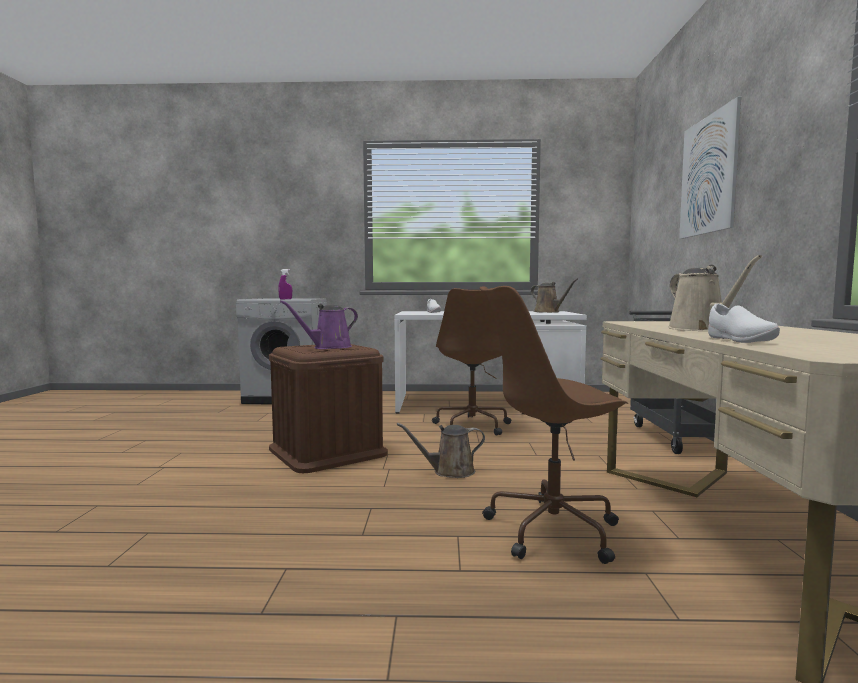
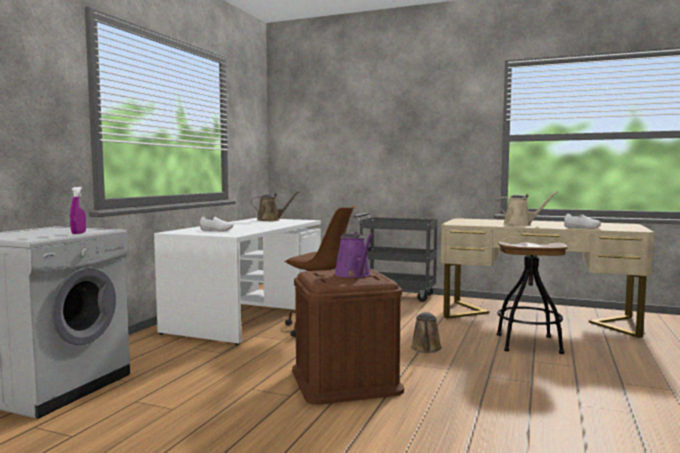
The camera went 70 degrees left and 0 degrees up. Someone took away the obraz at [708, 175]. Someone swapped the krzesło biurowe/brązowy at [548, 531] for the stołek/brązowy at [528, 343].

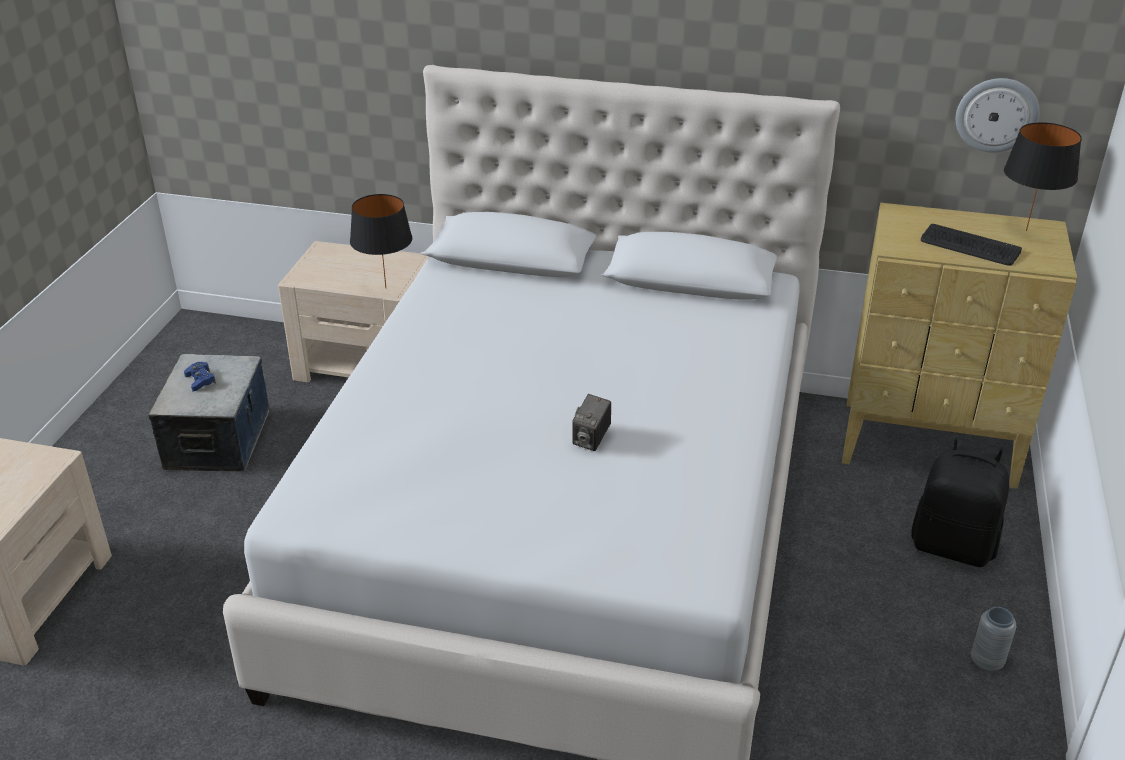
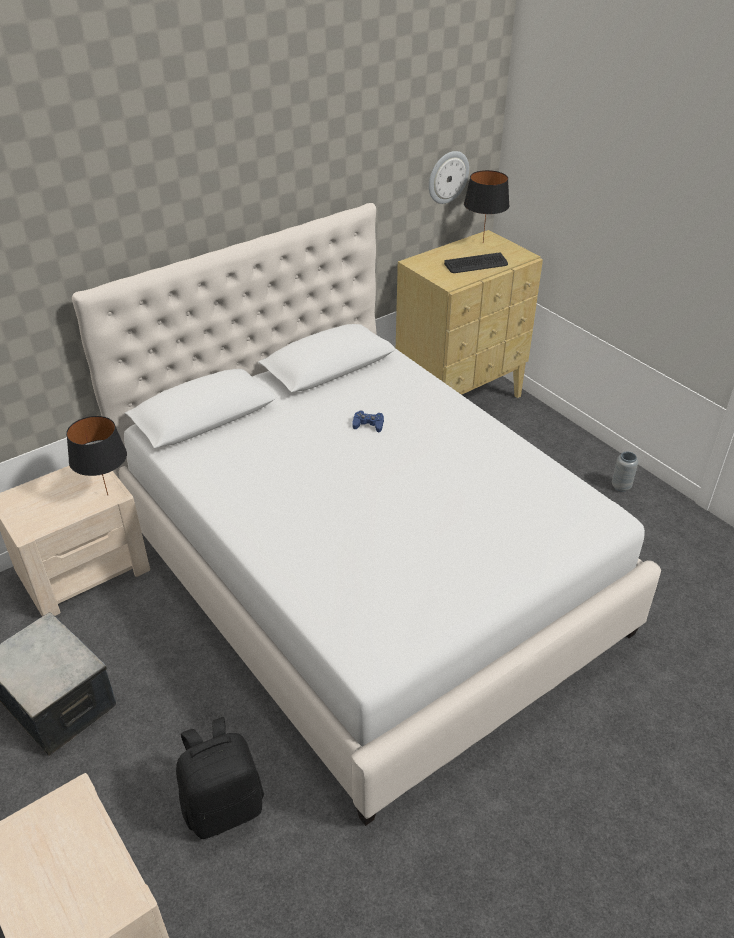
The camera went 50 degrees left and 5 degrees up. Someone took away the aparat fotograficzny at [591, 439]. Someone carried the pad do gier/niebieski from [200, 380] to [368, 424]. Someone carried the plecak/czarny from [953, 546] to [224, 806].

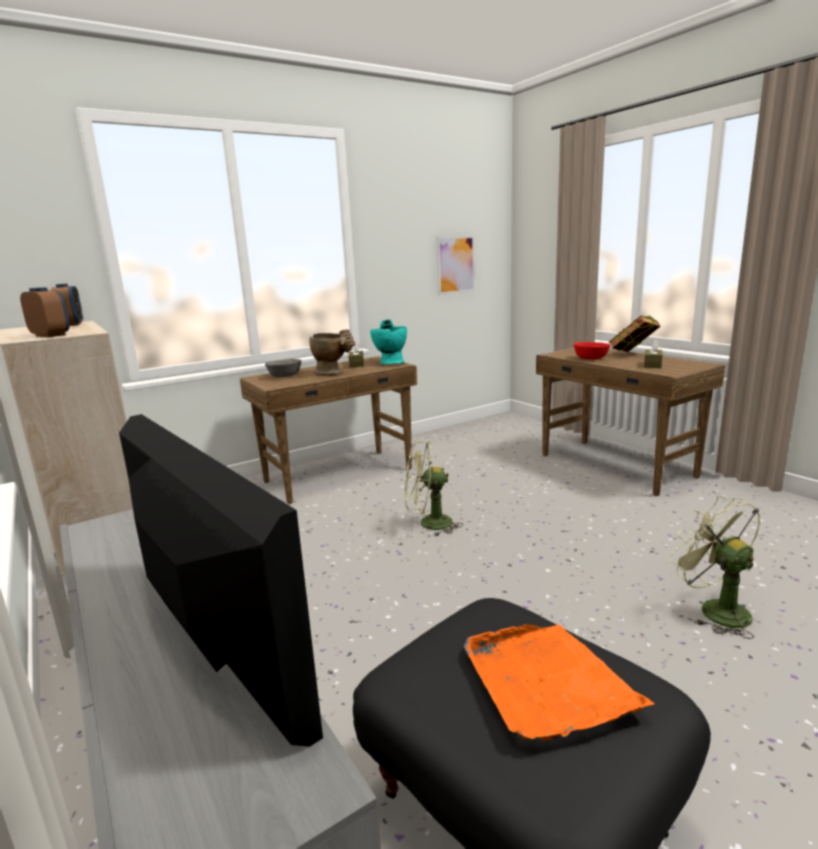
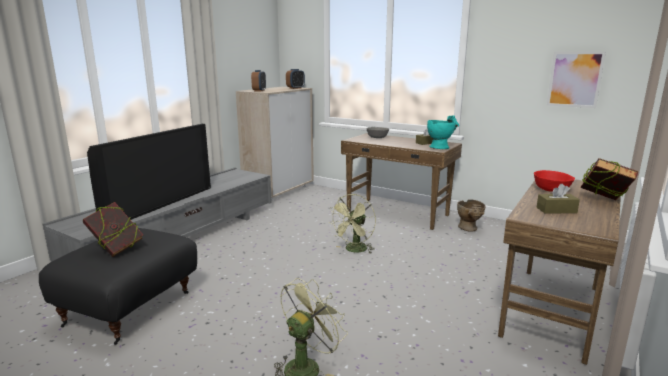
The camera went 65 degrees right and 0 degrees up. Someone carried the wazon/beżowy from [334, 373] to [469, 229]. Someone swapped the taca/pomarańczowy at [547, 683] for the książka at [117, 249]. Someone rotated the wentylator/zielony at [428, 524] by 120 degrees counterclockwise.

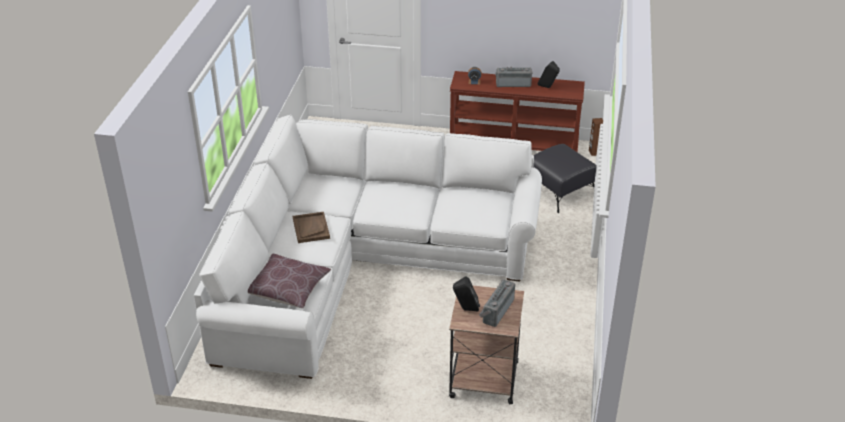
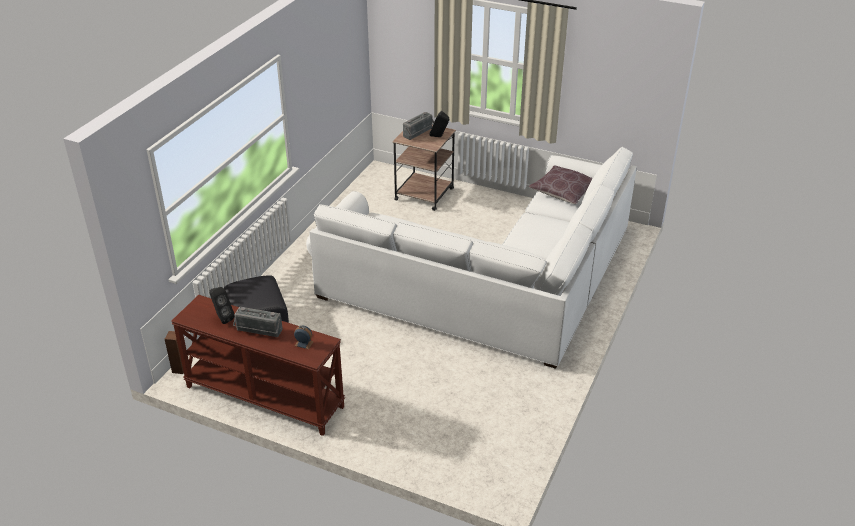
The camera went 165 degrees left and 0 degrees up. Someone took away the taca/brązowy at [311, 228].

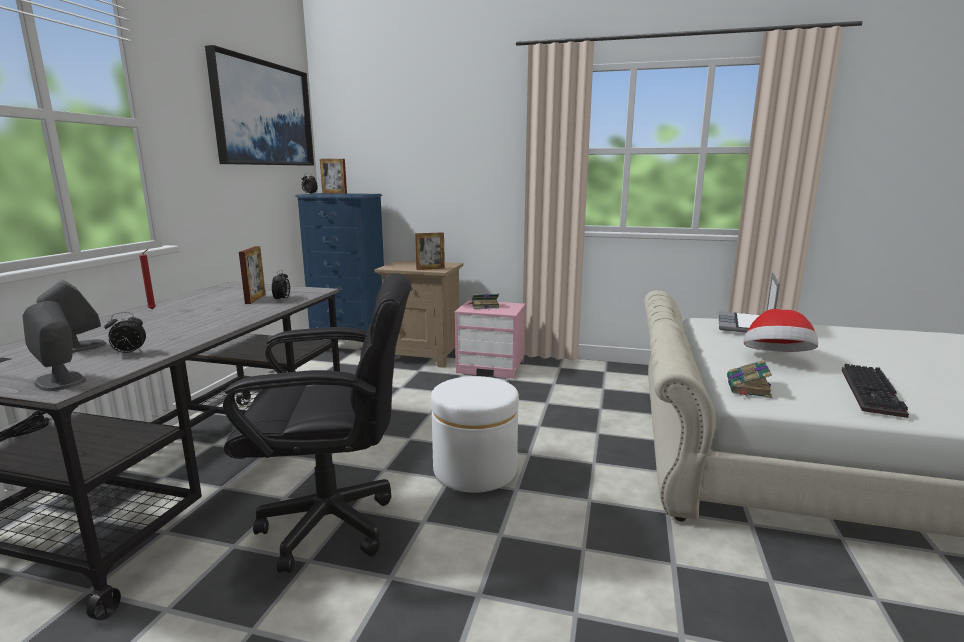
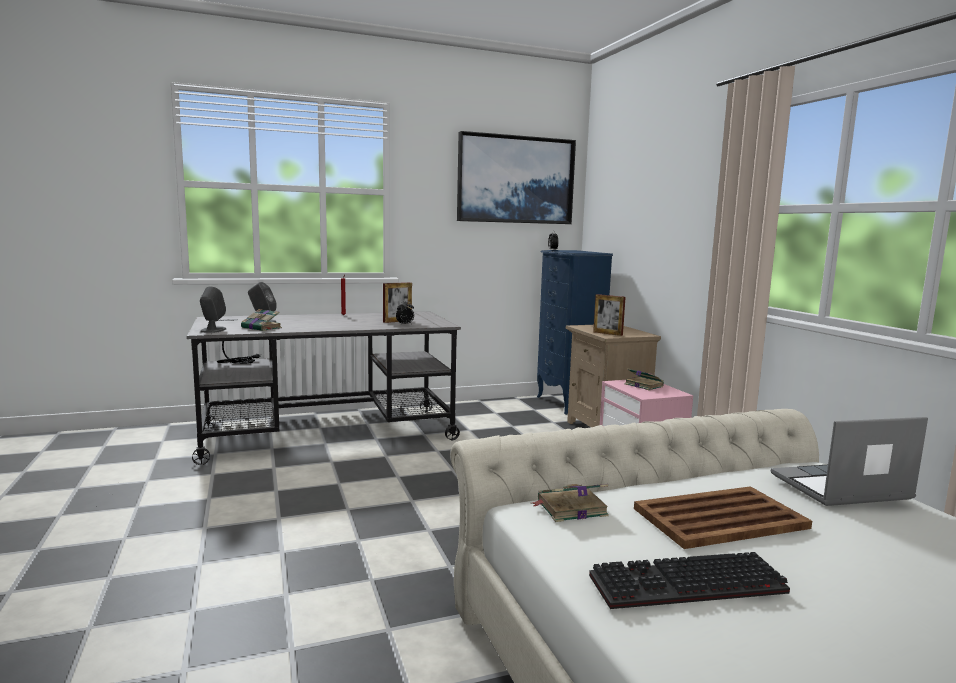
The camera went 55 degrees right and 5 degrees down. Someone took away the krzesło biurowe/czarny at [337, 524]. Someone took away the ramka na zdjęcie at [334, 193]. Someone took away the pufa/biały at [475, 470]. Someone swapped the budzik at [129, 353] for the książka at [262, 328]. Someone swapped the kapelusz at [776, 359] for the taca/brązowy at [721, 518].

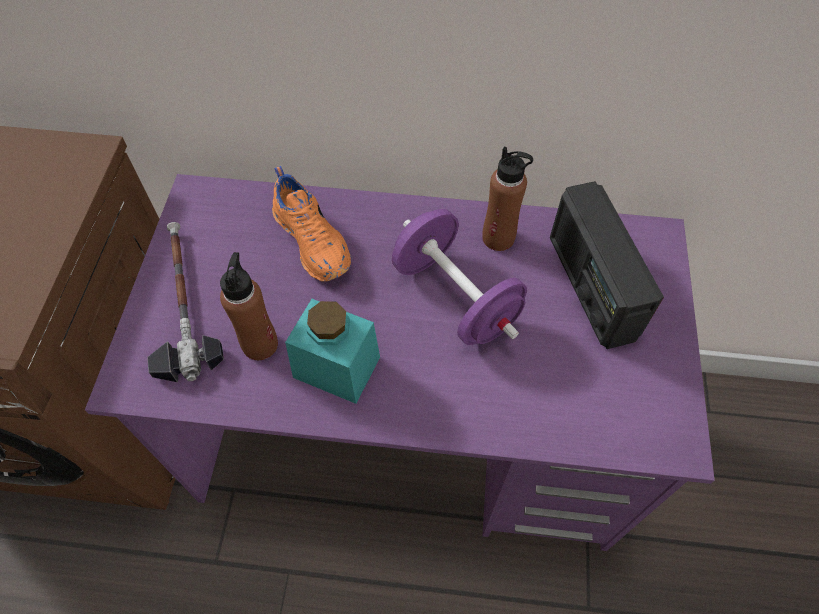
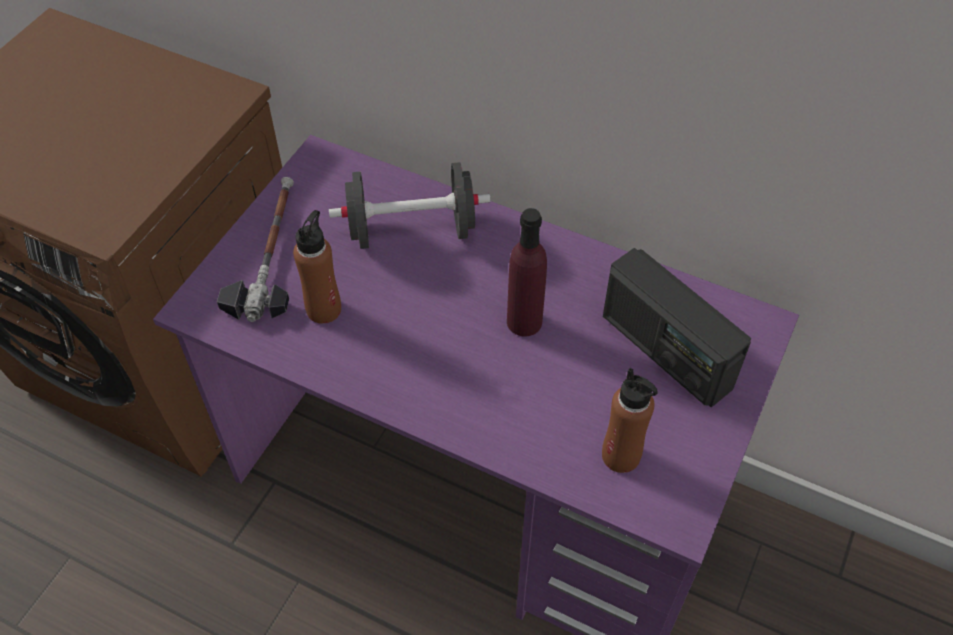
The camera went 20 degrees right and 5 degrees down. Someone took away the słoik/turkusowy at [337, 367]. Someone carried the butelka/brązowy from [498, 238] to [621, 456]. Someone swapped the but/pomarańczowy at [314, 240] for the hantel/czarny at [412, 230]. Someone swapped the hantel/fioletowy at [455, 298] for the butelka/fioletowy at [524, 322]. Someone rotated the radio at [590, 286] by 45 degrees counterclockwise.

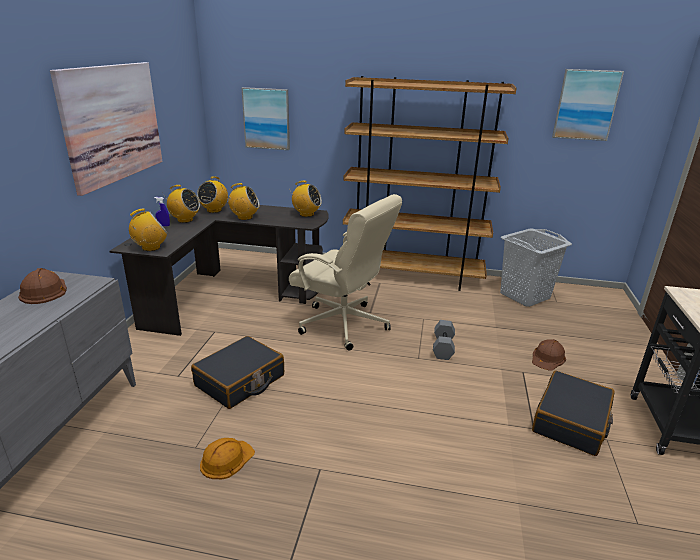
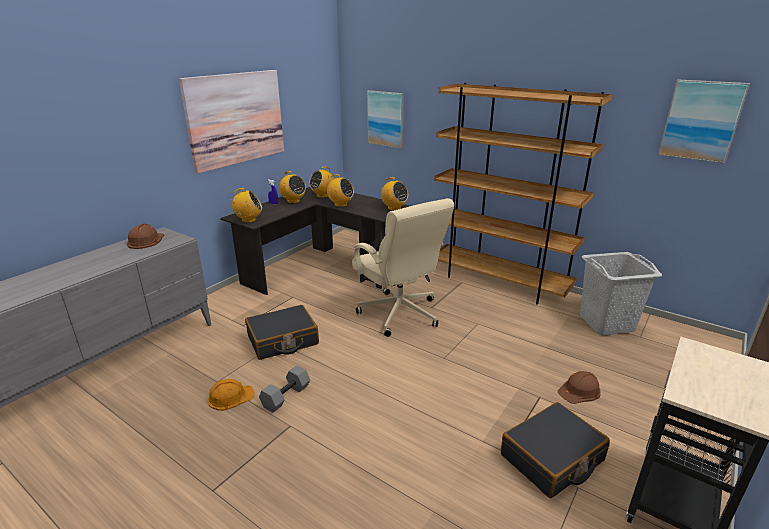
The camera went 25 degrees right and 0 degrees up. Someone carried the hantel/szary from [442, 347] to [286, 396].

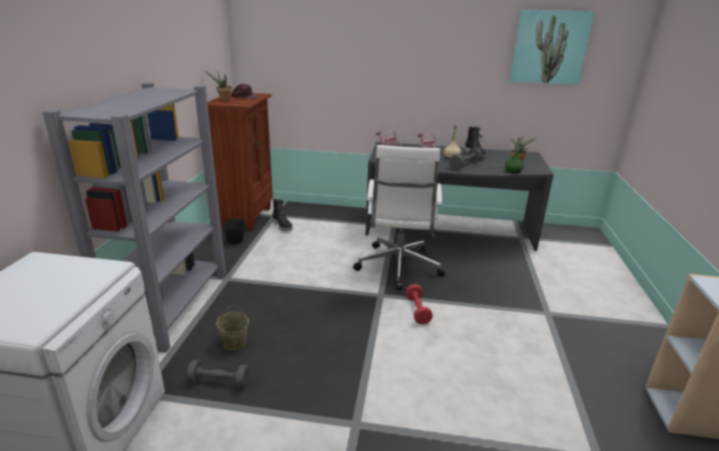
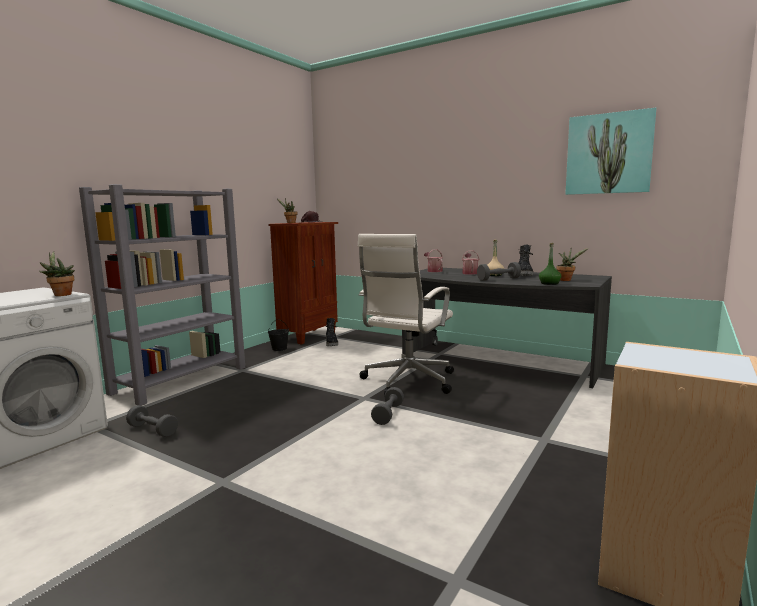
The camera went 25 degrees right and 15 degrees down. Someone took away the wiadro/beżowy at [234, 343]. Someone put down the roślina doniczkowa at [61, 294]. Someone repainted the hantel/czerwony at [417, 310], which became the hantel/szary at [388, 414].

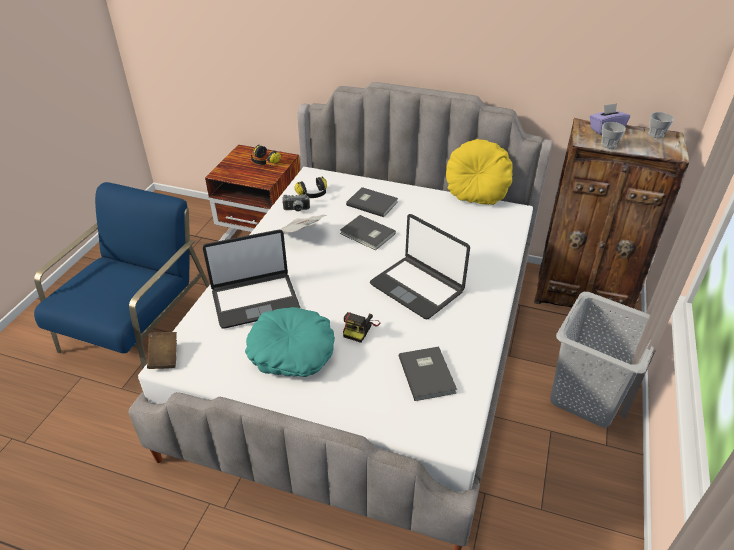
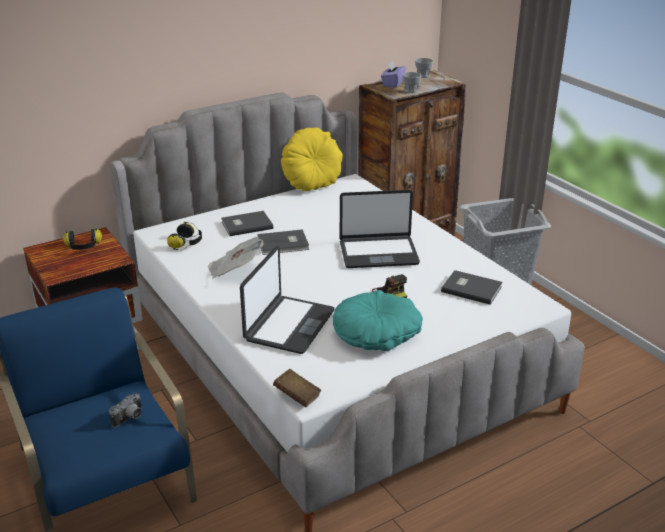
The camera went 50 degrees left and 10 degrees down. Someone carried the aparat fotograficzny from [296, 210] to [130, 419].

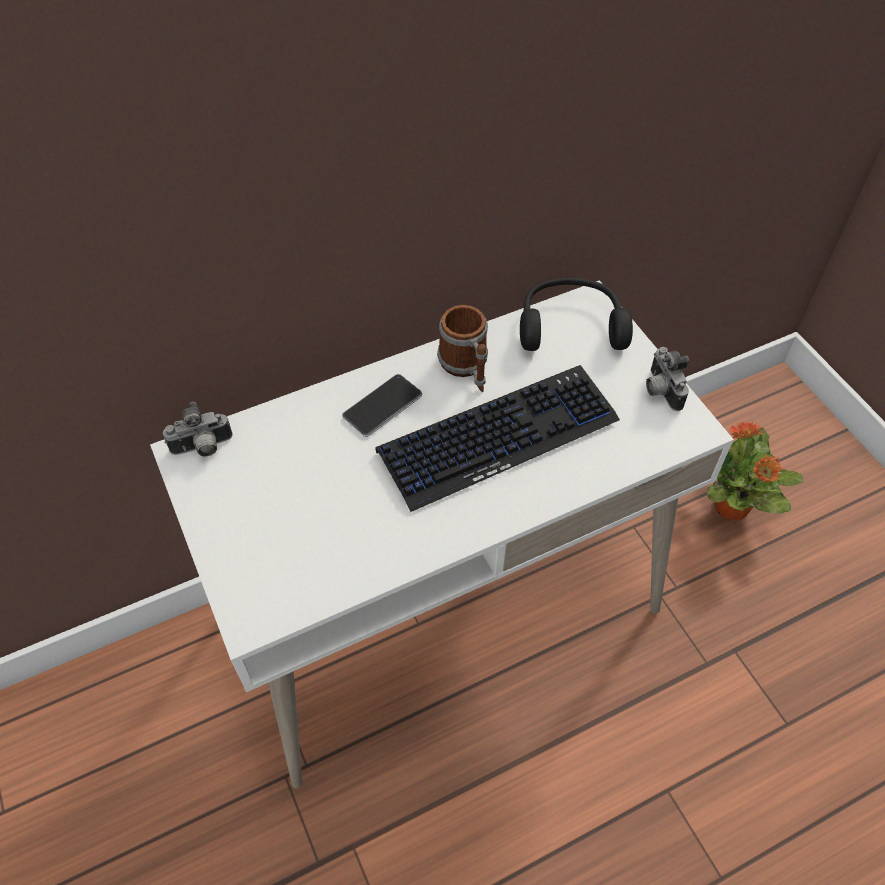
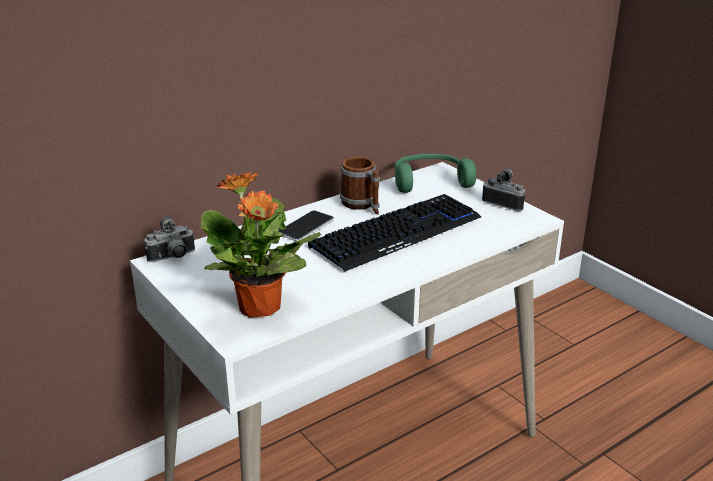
The camera went 10 degrees left and 25 degrees down. Someone carried the roślina doniczkowa from [731, 508] to [260, 308]. Someone repainted the słuchawki/czarny at [570, 325], which became the słuchawki/zielony at [430, 181]. Someone rotated the aparat fotograficzny at [660, 390] by 150 degrees clockwise.

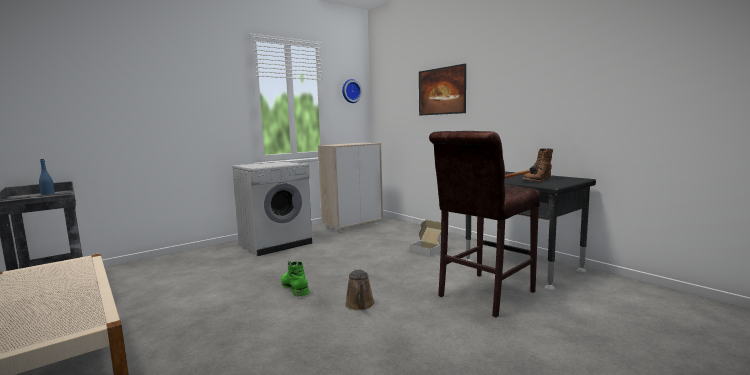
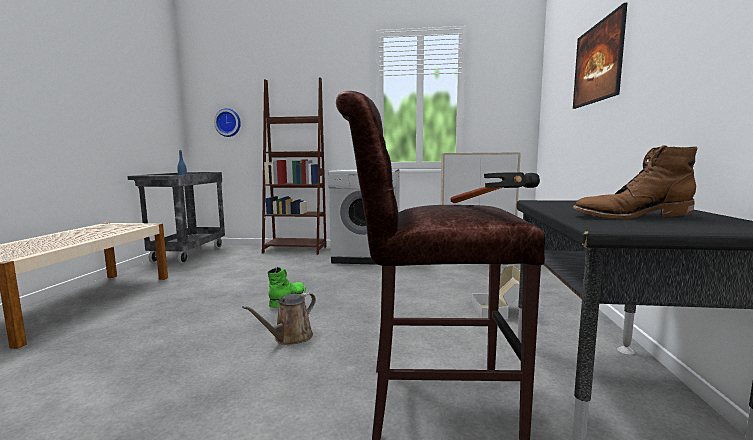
The camera went 45 degrees right and 0 degrees up. Someone put down the regał/brązowy at [295, 249]. Someone carried the zegar ścienny from [350, 91] to [228, 122].

